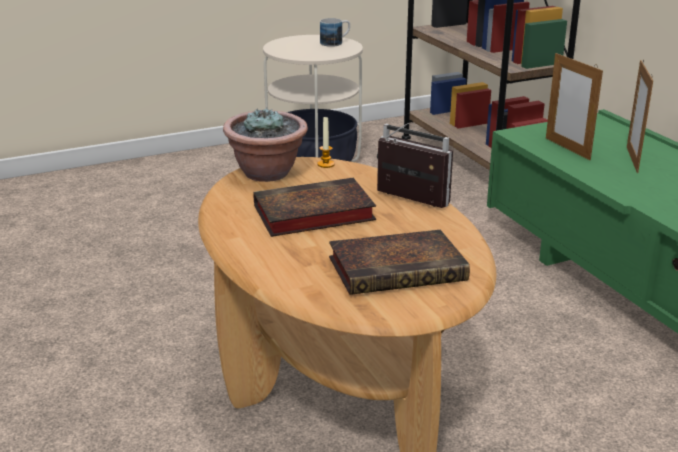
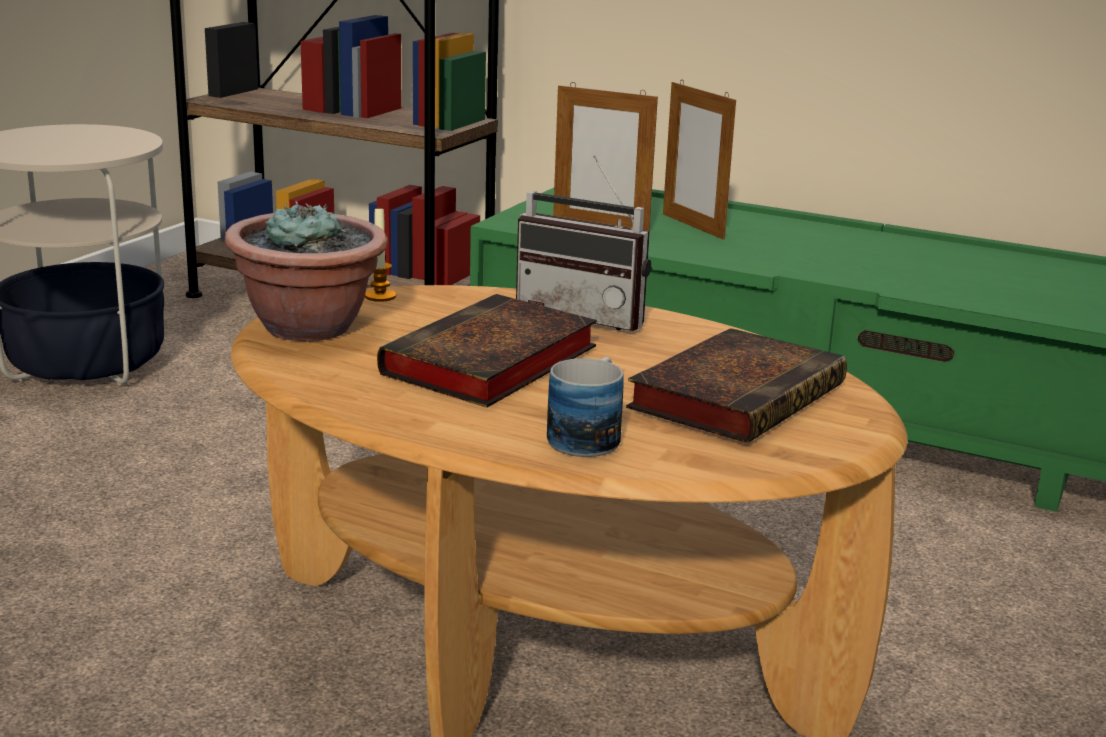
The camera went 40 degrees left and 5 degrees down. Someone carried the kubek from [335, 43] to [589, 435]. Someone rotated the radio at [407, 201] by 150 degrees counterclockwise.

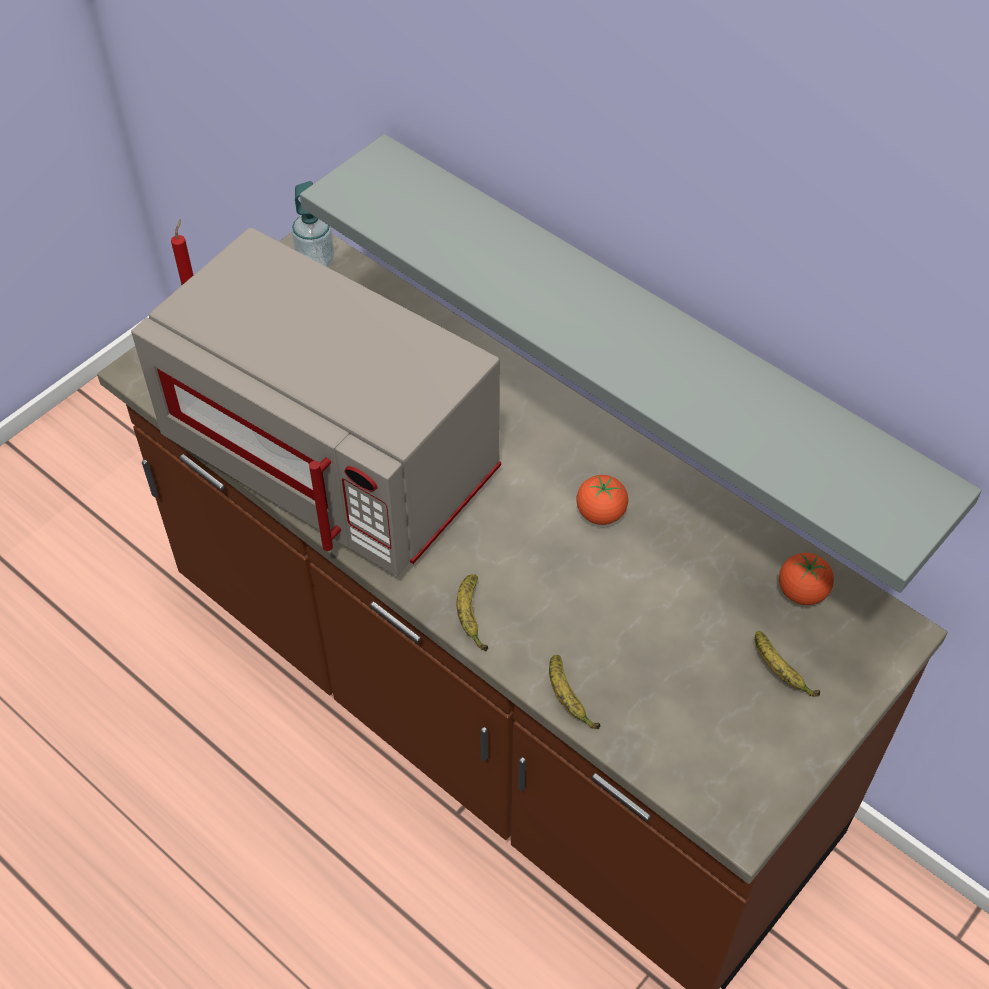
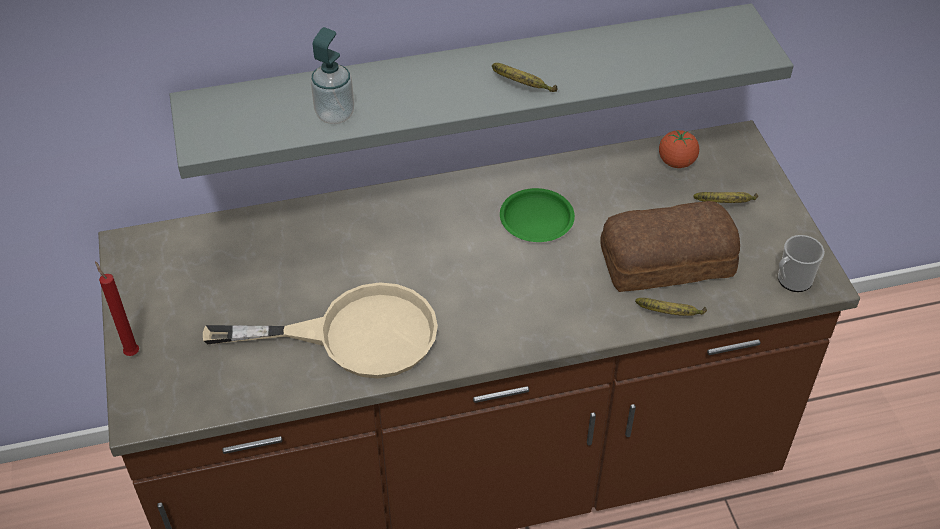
The camera went 55 degrees left and 5 degrees down. Someone put down the chleb at [664, 260]. Someone put down the kubek at [791, 281]. Someone carried the dozownik mydła from [315, 261] to [335, 114]. Someone carried the banan from [471, 617] to [521, 85]. Someone swapped the mikrofalówka/szary at [334, 459] for the patelnia/beżowy at [355, 335]. Someone swapped the pomidor at [600, 513] for the talerz/zielony at [536, 219].

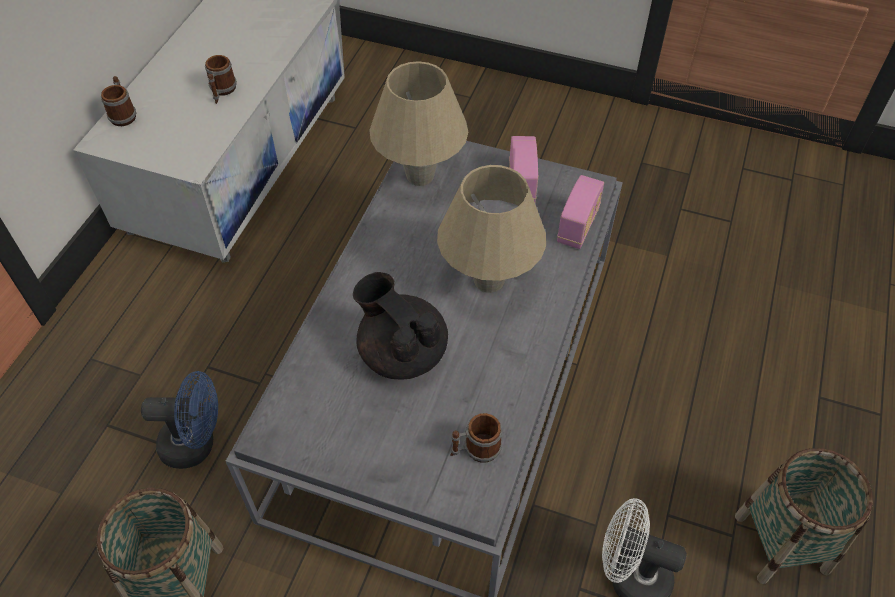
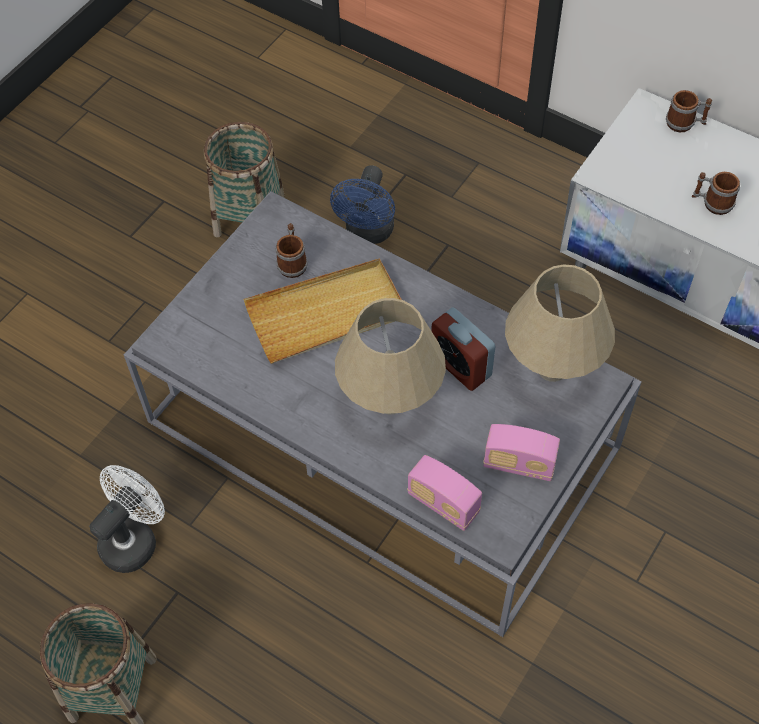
The camera went 105 degrees right and 5 degrees up. Someone put down the budzik at [461, 365]. Someone carried the kubek from [475, 449] to [292, 262]. Someone swapped the imbryk/czarny at [402, 352] for the taca/beżowy at [327, 314].

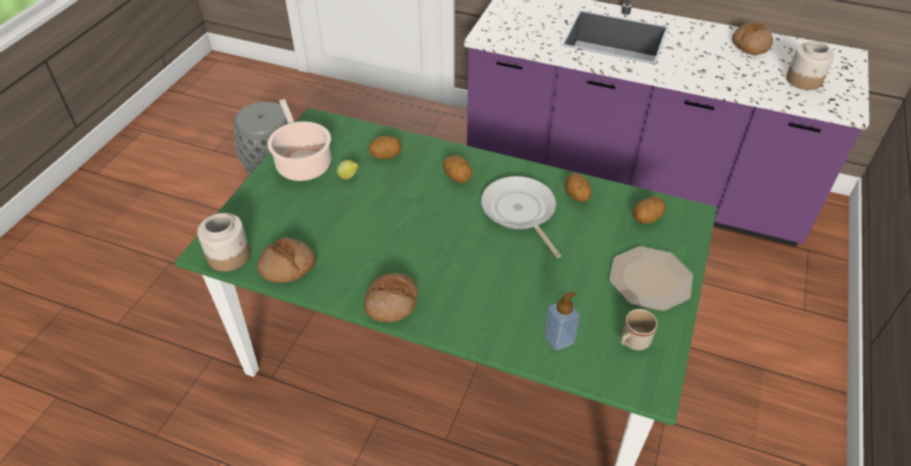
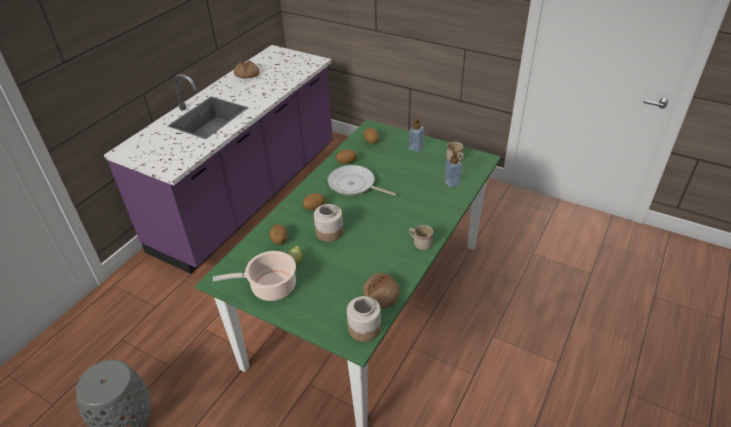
The camera went 80 degrees left and 5 degrees down. Someone carried the słoik from [804, 80] to [330, 232]. Someone swapped the chleb at [392, 302] for the kubek/beżowy at [420, 243]. Someone swapped the talerz at [651, 280] for the dozownik mydła at [415, 148]. Someone rotated the patelnia at [520, 212] by 45 degrees clockwise.

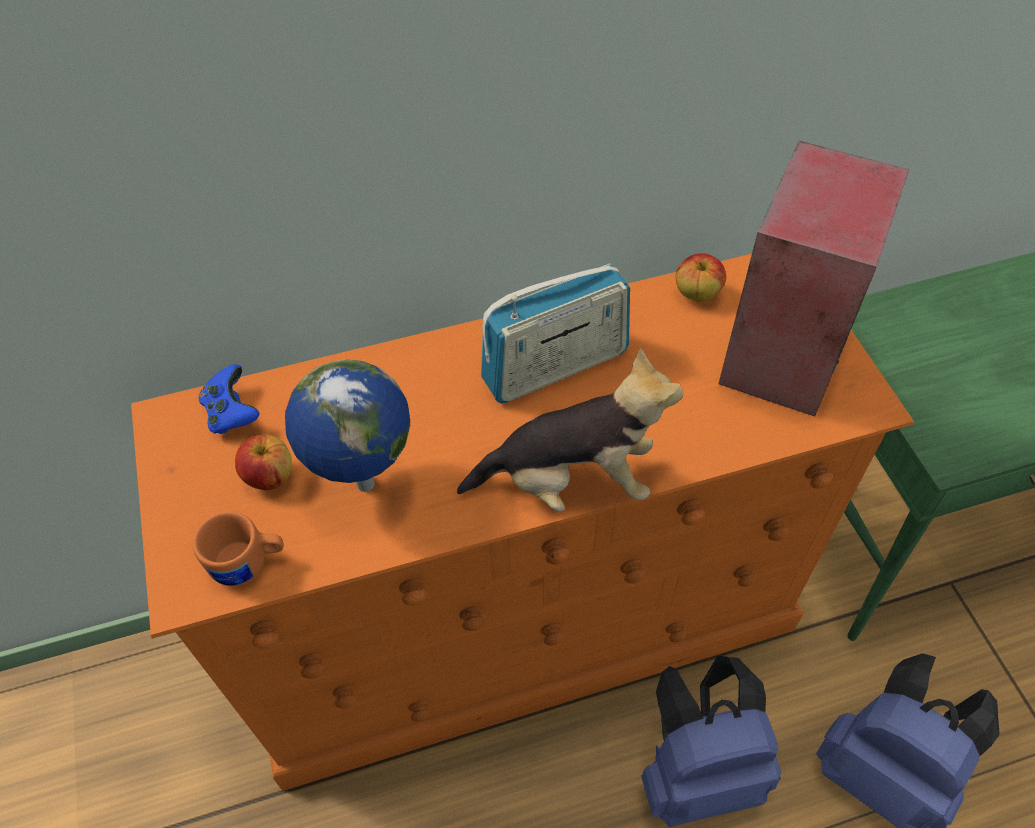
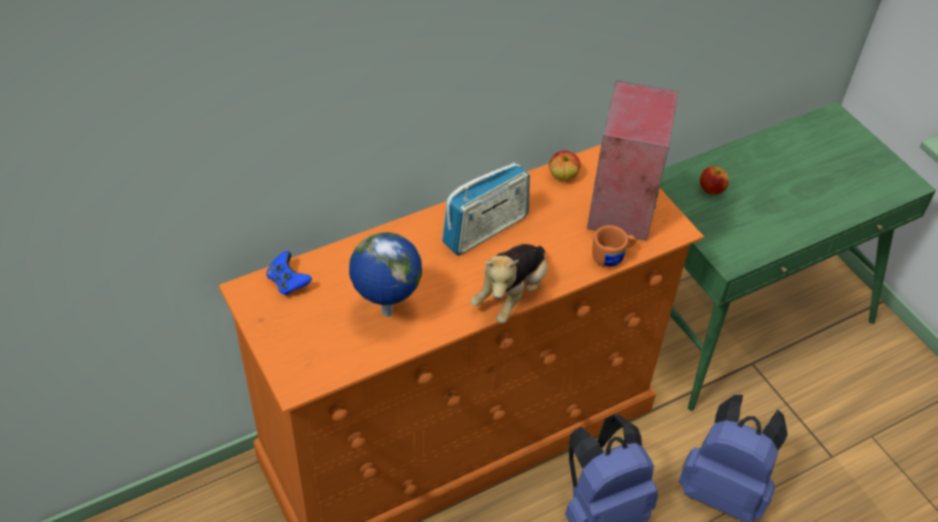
The camera went 15 degrees left and 5 degrees down. Someone carried the kubek/pomarańczowy from [249, 564] to [612, 257]. Someone carried the jabłko from [269, 477] to [711, 190]. Someone rotated the pluszak at [571, 481] by 135 degrees clockwise.

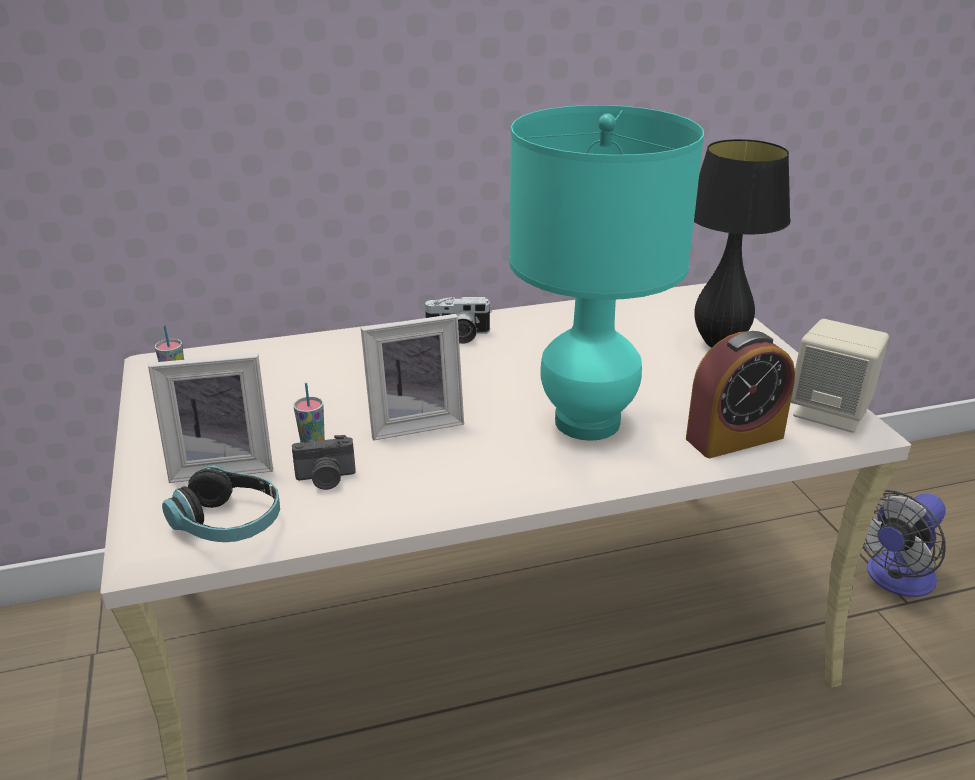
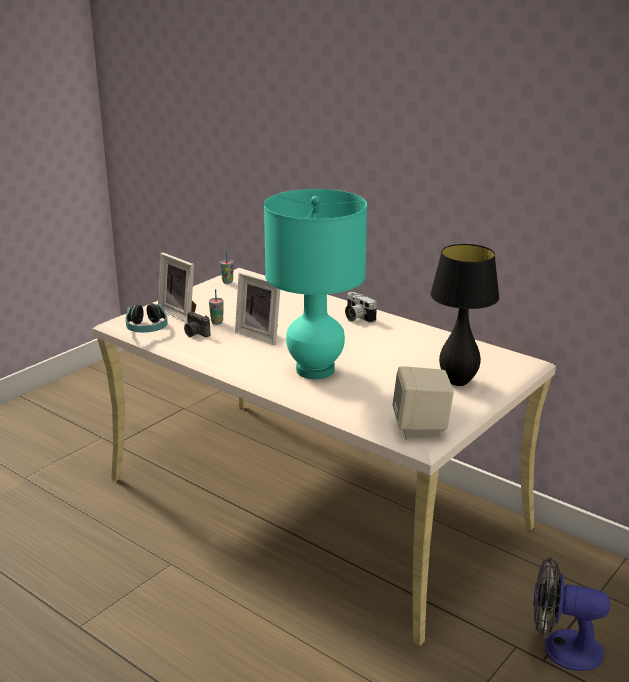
The camera went 55 degrees right and 5 degrees down. Someone took away the budzik at [734, 438].

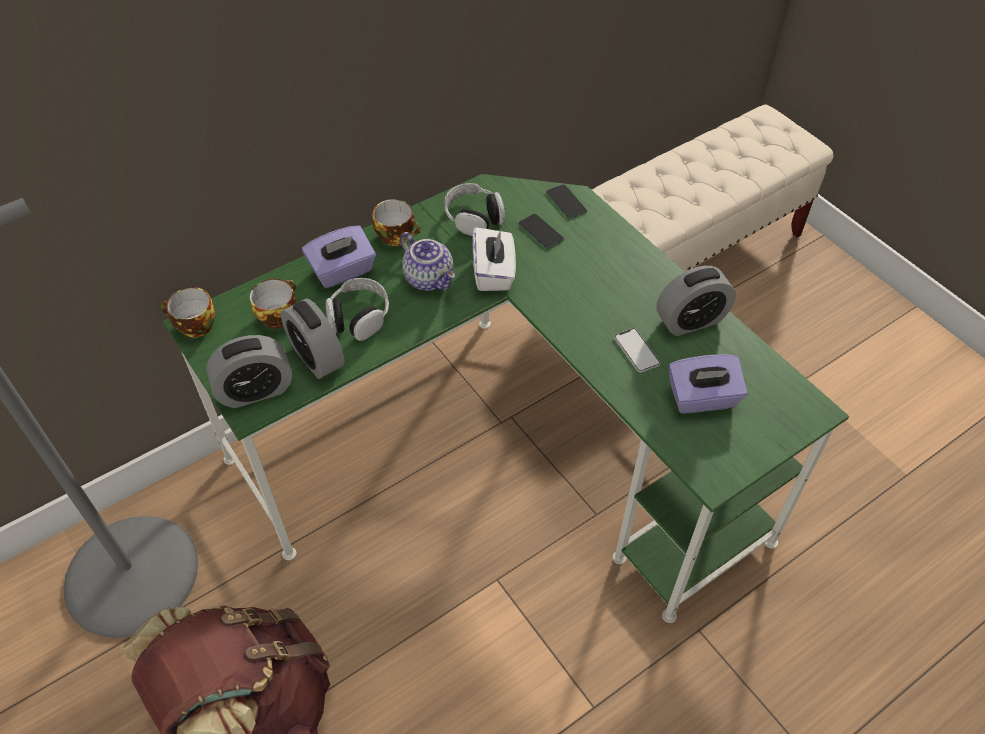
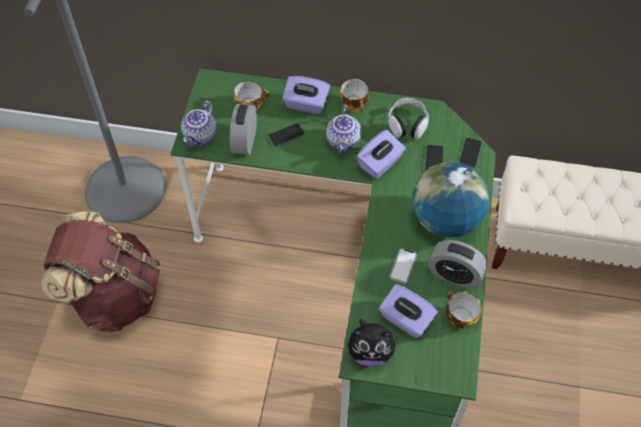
The camera went 45 degrees right and 5 degrees up. Someone put down the pluszak at [370, 352]. Someone put down the globus at [445, 220]. Someone carried the filiżanka from [194, 326] to [459, 317]. Someone swapped the budzik at [255, 390] for the imbryk at [201, 136]. Someone swapped the słuchawki at [358, 317] for the telefon at [286, 135]. Someone repainted the pudełko chusteczek/biały at [494, 273], which became the pudełko chusteczek/fioletowy at [380, 164].

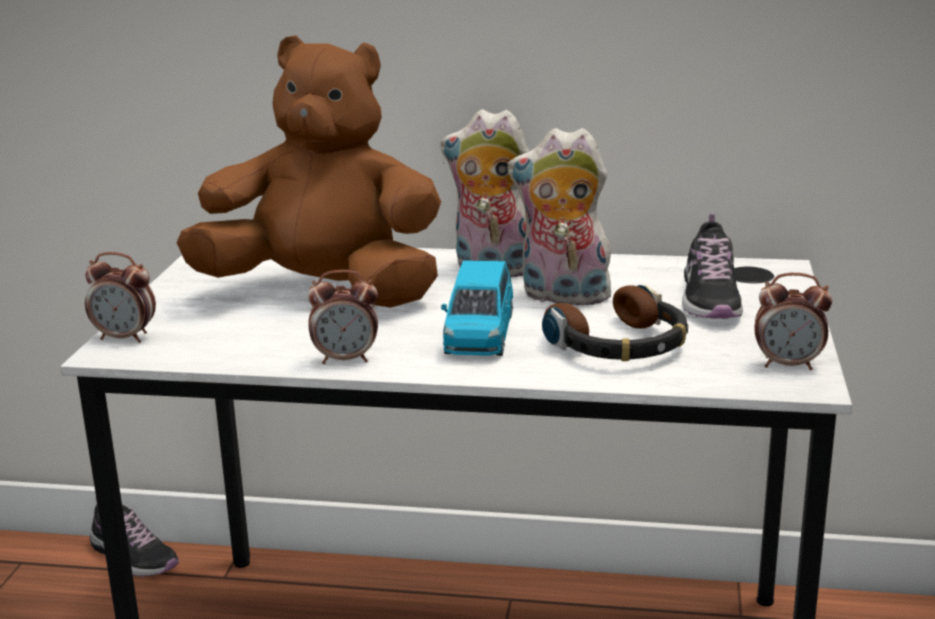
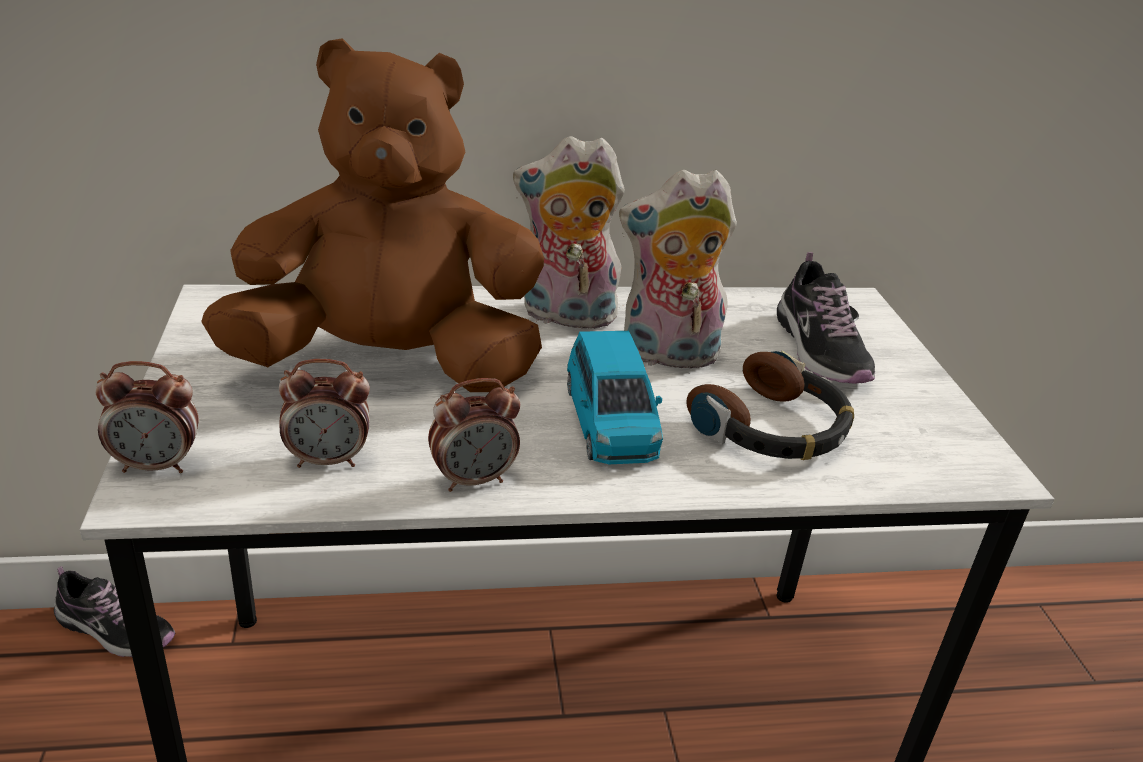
The camera went 20 degrees left and 10 degrees up. Someone carried the budzik from [788, 365] to [328, 460].

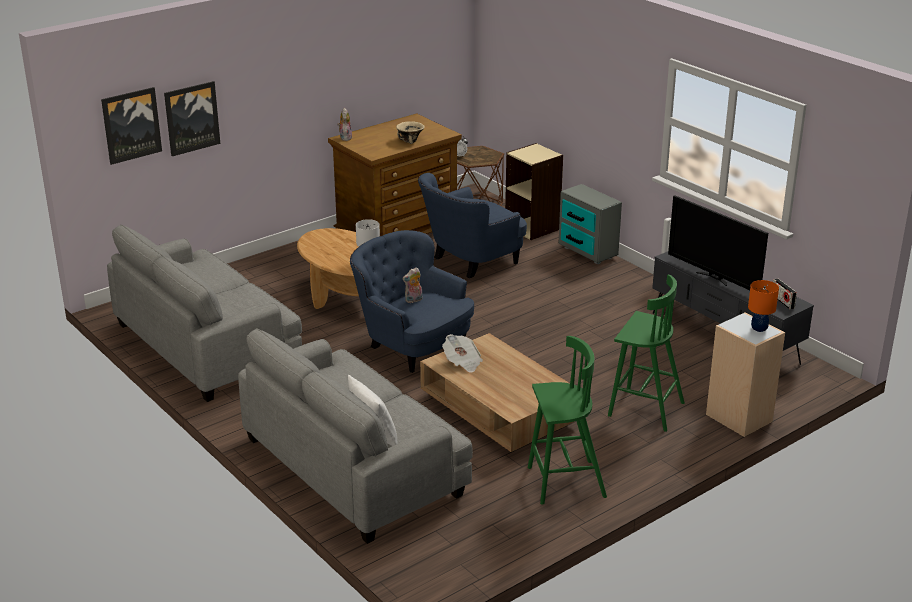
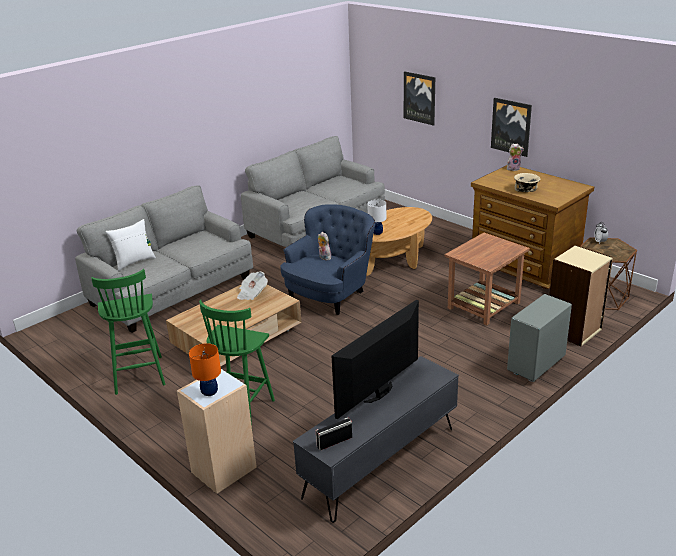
The camera went 85 degrees right and 0 degrees up. Someone carried the obraz from [131, 125] to [511, 126]. Someone swapped the fotel/niebieski at [471, 260] for the stolik/brązowy at [484, 305].

